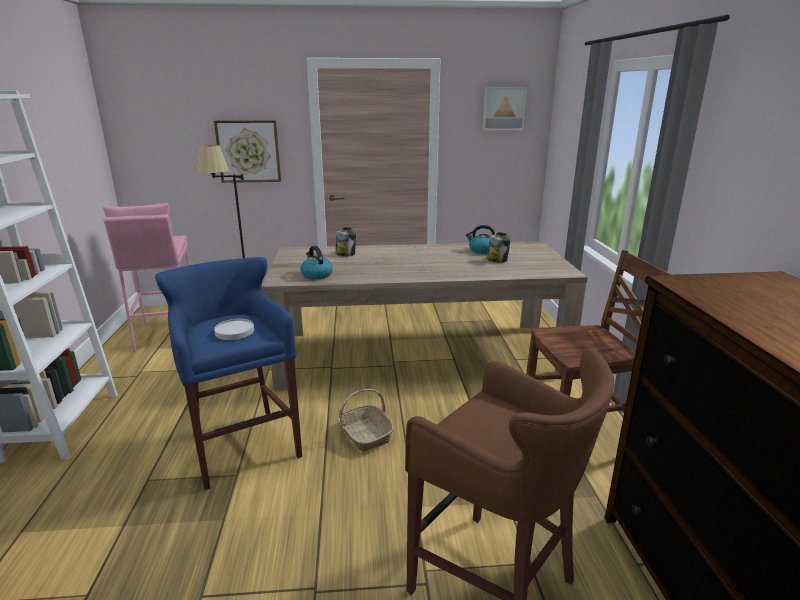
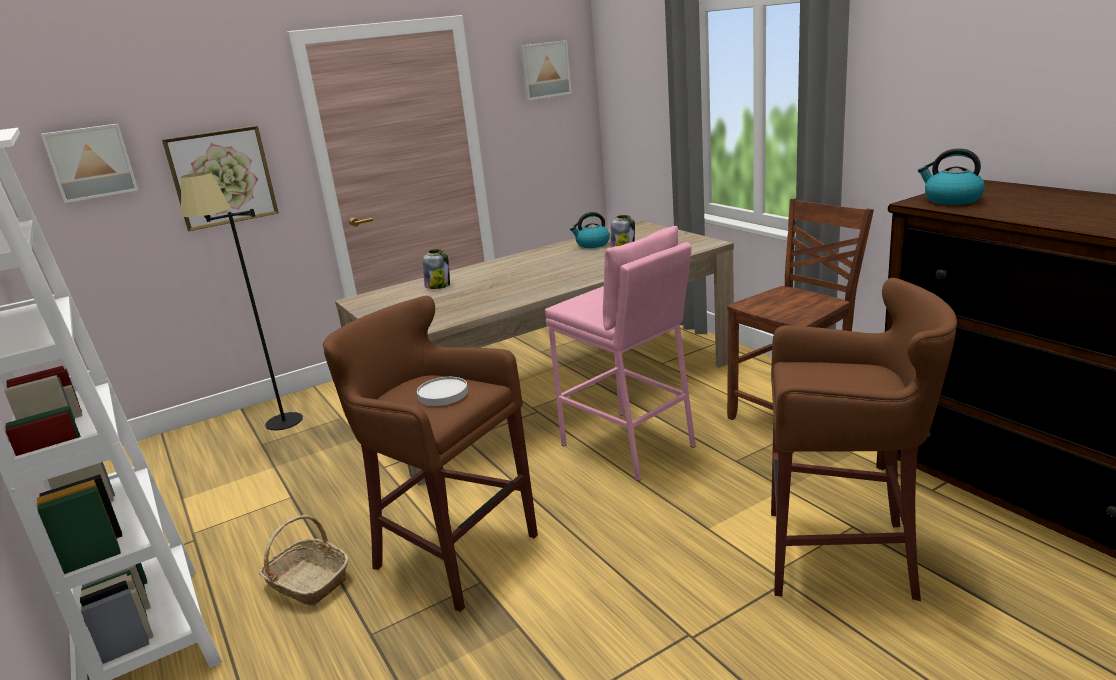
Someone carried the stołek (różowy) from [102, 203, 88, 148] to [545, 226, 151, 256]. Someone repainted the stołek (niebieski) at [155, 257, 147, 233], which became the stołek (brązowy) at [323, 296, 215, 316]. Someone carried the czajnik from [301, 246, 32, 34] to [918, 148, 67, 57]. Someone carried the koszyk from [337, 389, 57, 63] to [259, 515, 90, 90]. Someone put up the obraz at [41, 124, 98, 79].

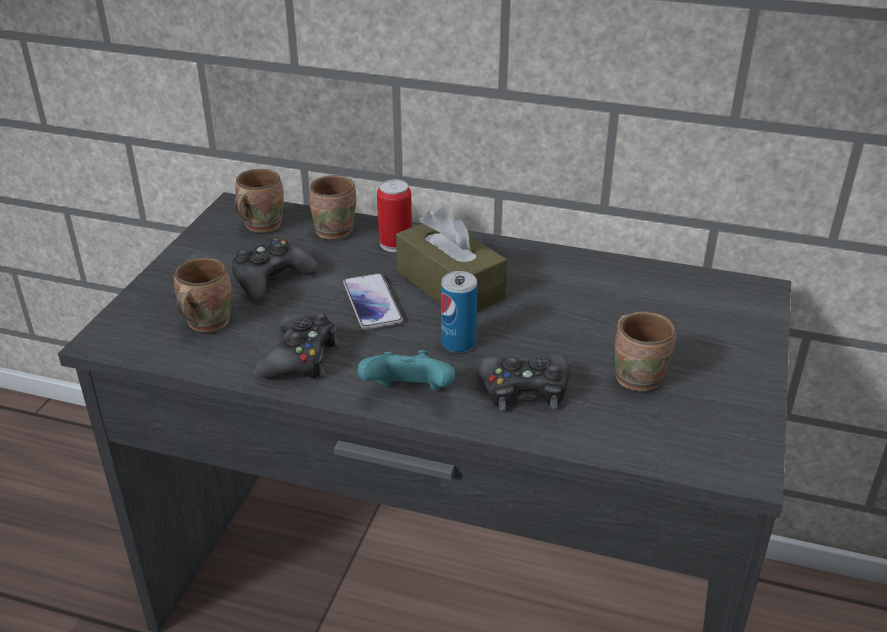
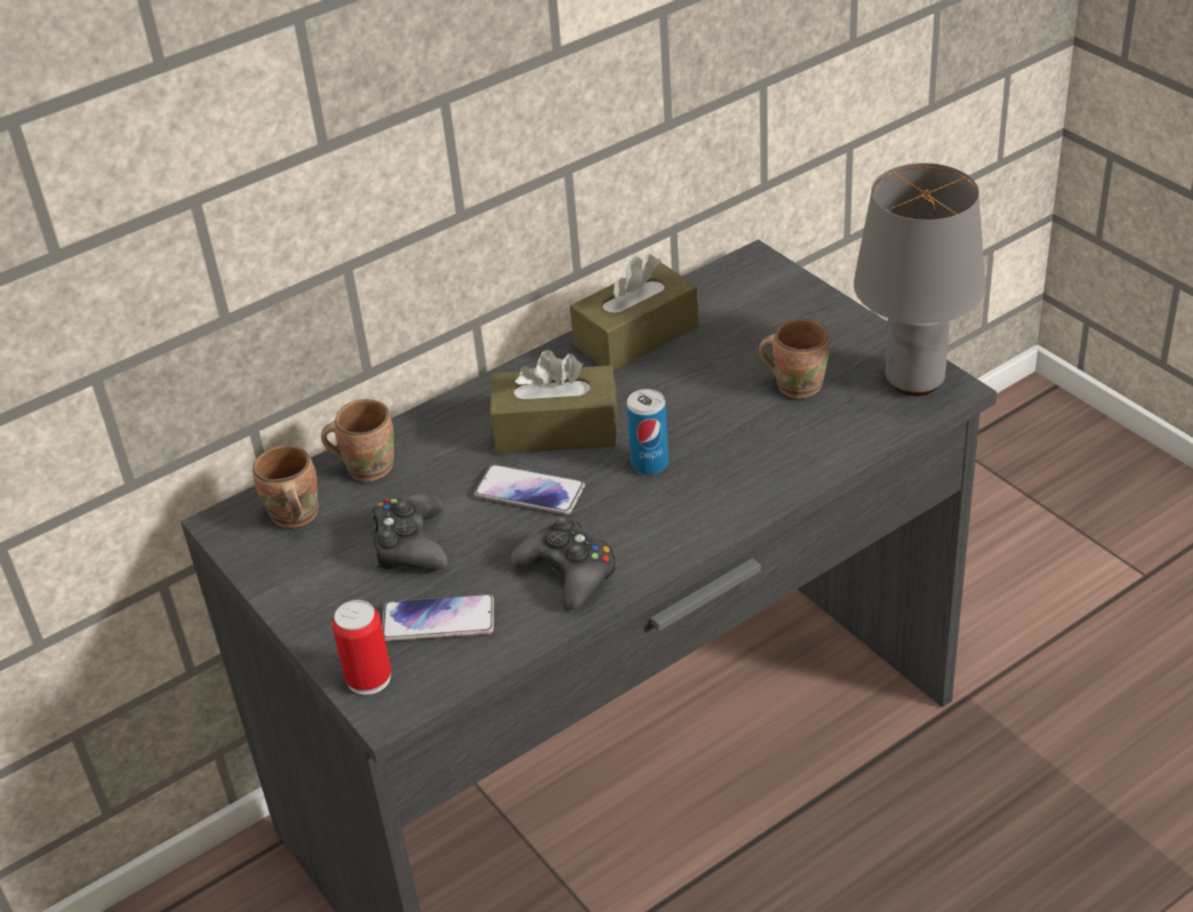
Someone swapped the kubek (brązowy) at [174, 258, 57, 74] for the telefon at [382, 594, 112, 47]. Someone took away the pad do gier (turkusowy) at [357, 350, 98, 40]. Someone carried the puszka from [377, 179, 35, 73] to [332, 600, 59, 95]. Someone took away the pad do gier (czarny) at [476, 354, 93, 56]. Someone put down the pudełko chusteczek (brązowy) at [570, 254, 129, 117]. Someone put down the lampa stołowa (szary) at [854, 163, 131, 233].

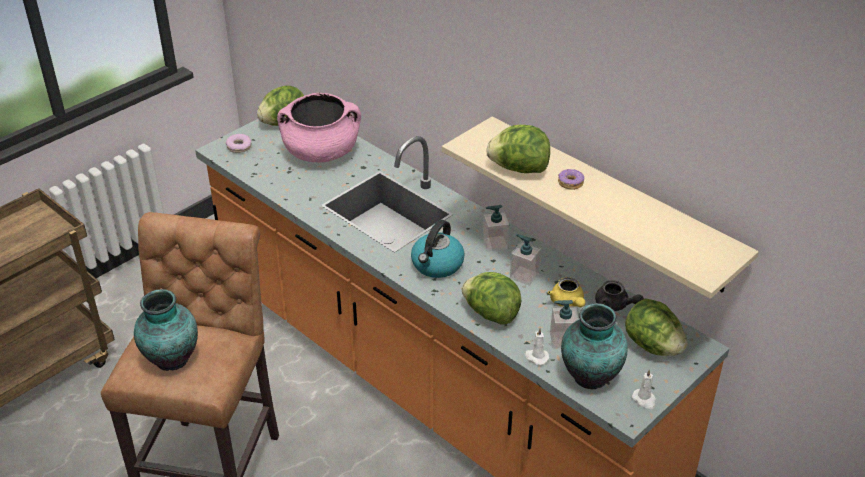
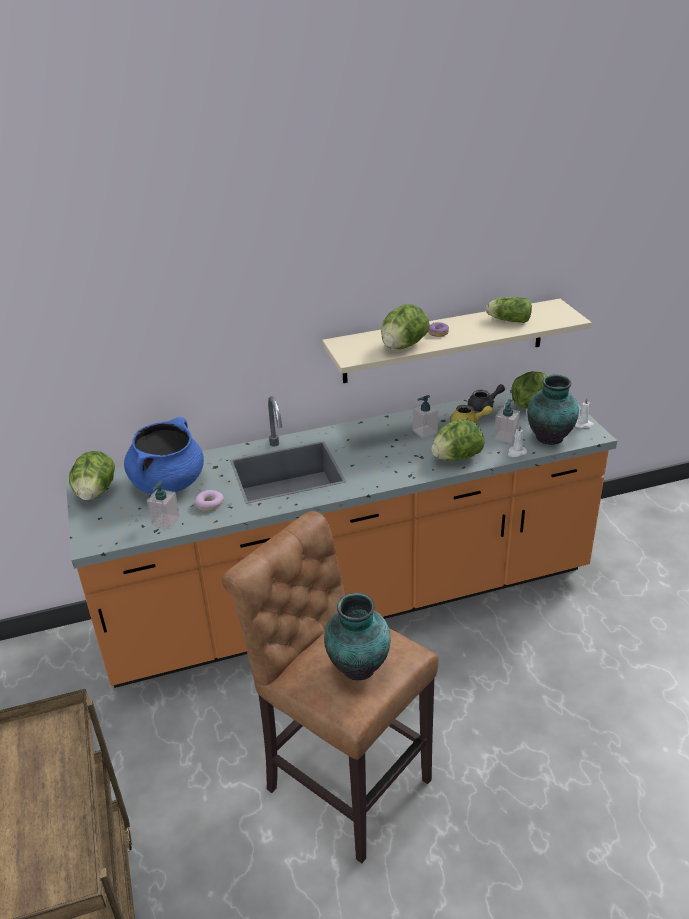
Someone carried the donut from [226, 134, 26, 19] to [195, 490, 29, 21]. Someone repainted the garnek (różowy) at [277, 93, 84, 69], which became the garnek (niebieski) at [124, 417, 80, 77]. Someone took away the czajnik at [411, 220, 54, 58]. Someone carried the dozownik mydła from [483, 205, 26, 46] to [147, 481, 33, 48]. Someone put down the sałata at [486, 297, 46, 26].

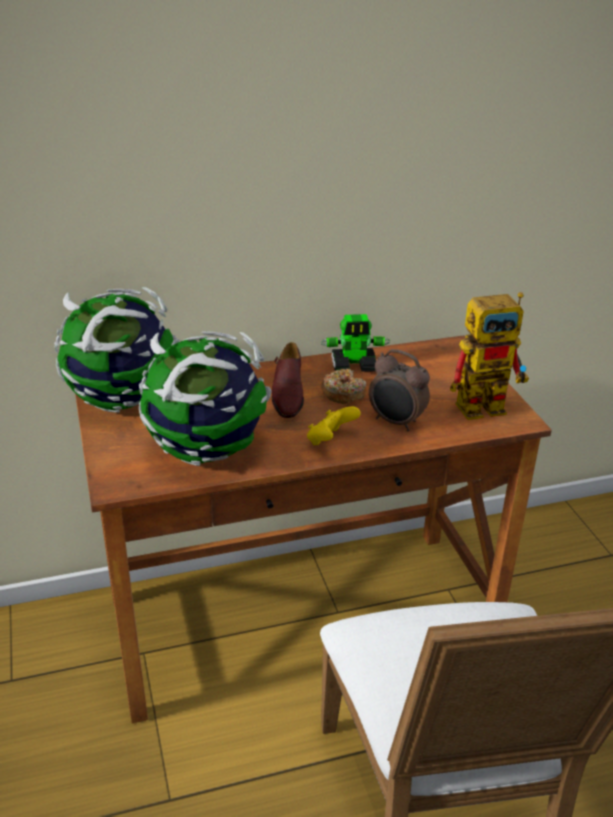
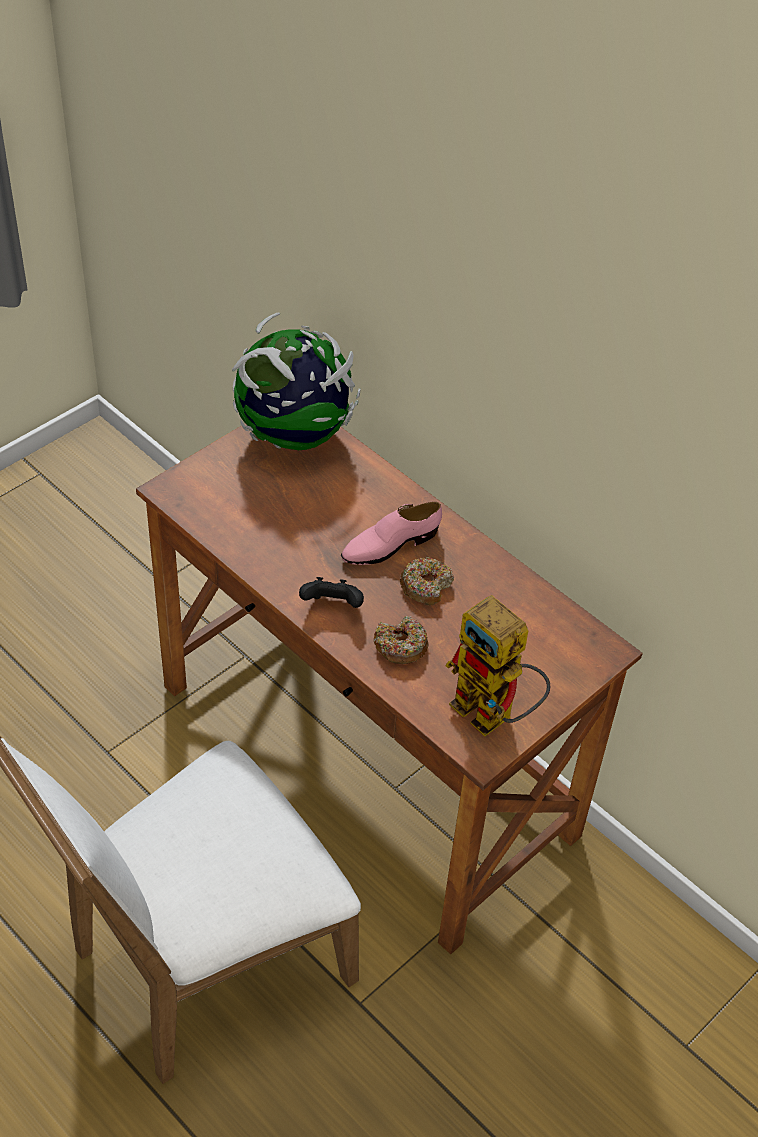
Someone took away the globus at [139, 331, 133, 135]. Someone repainted the but (brązowy) at [272, 342, 32, 76], which became the but (różowy) at [341, 502, 101, 63]. Someone repainted the pad do gier (żółty) at [307, 406, 54, 39], which became the pad do gier (czarny) at [299, 577, 65, 31]. Someone took away the robot zabawkowy at [321, 314, 69, 57]. Someone swapped the budzik at [369, 349, 61, 82] for the donut at [374, 616, 55, 48].

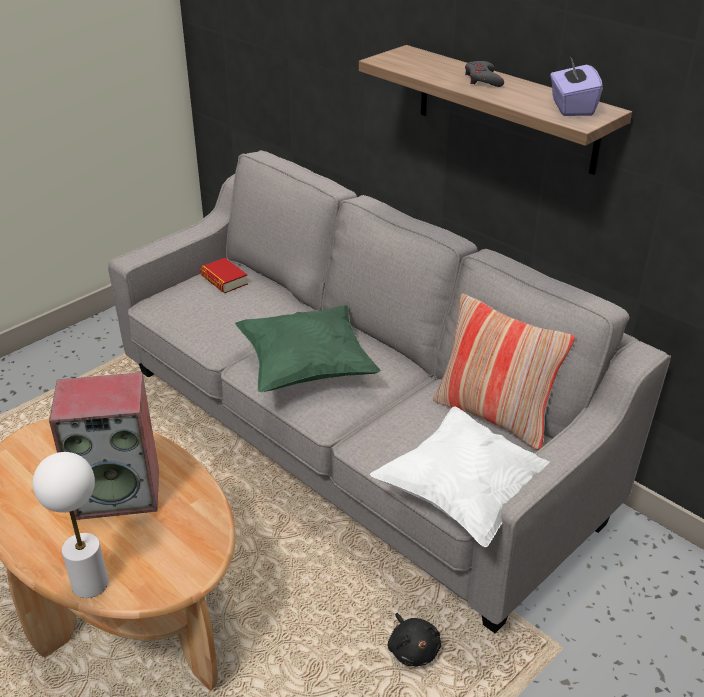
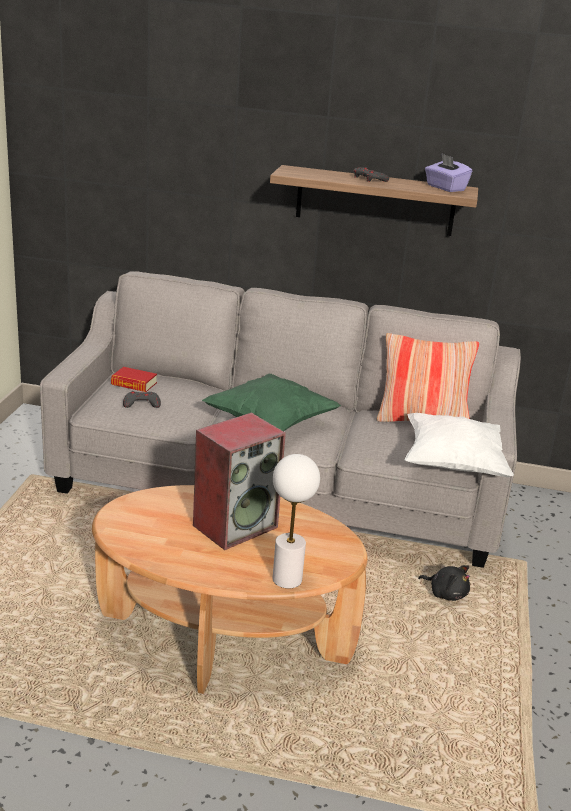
Someone put down the pad do gier (szary) at [123, 391, 38, 17].

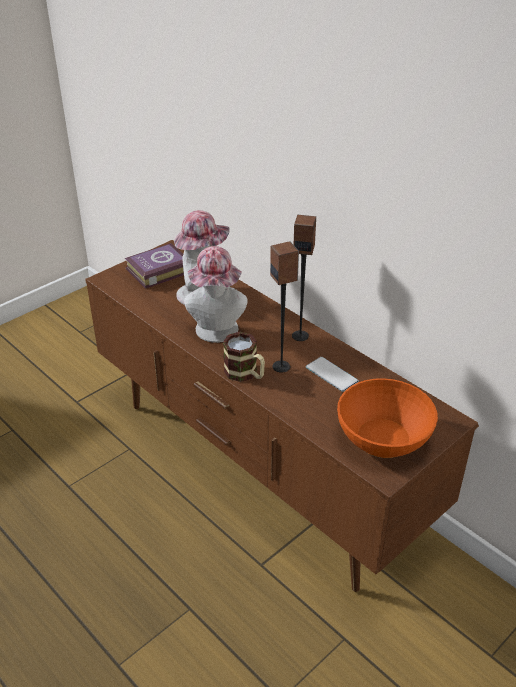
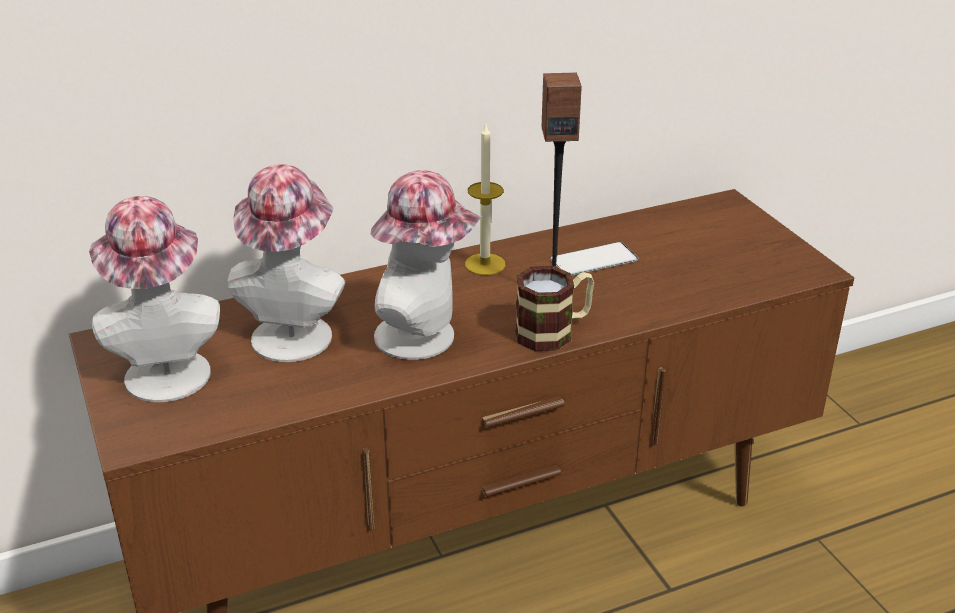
Someone swapped the książka at [125, 243, 59, 46] for the kapelusz at [89, 196, 131, 206]. Someone swapped the głośnik at [292, 215, 24, 126] for the świeca at [465, 122, 40, 153]. Someone took away the miska (pomarańczowy) at [337, 378, 101, 80].

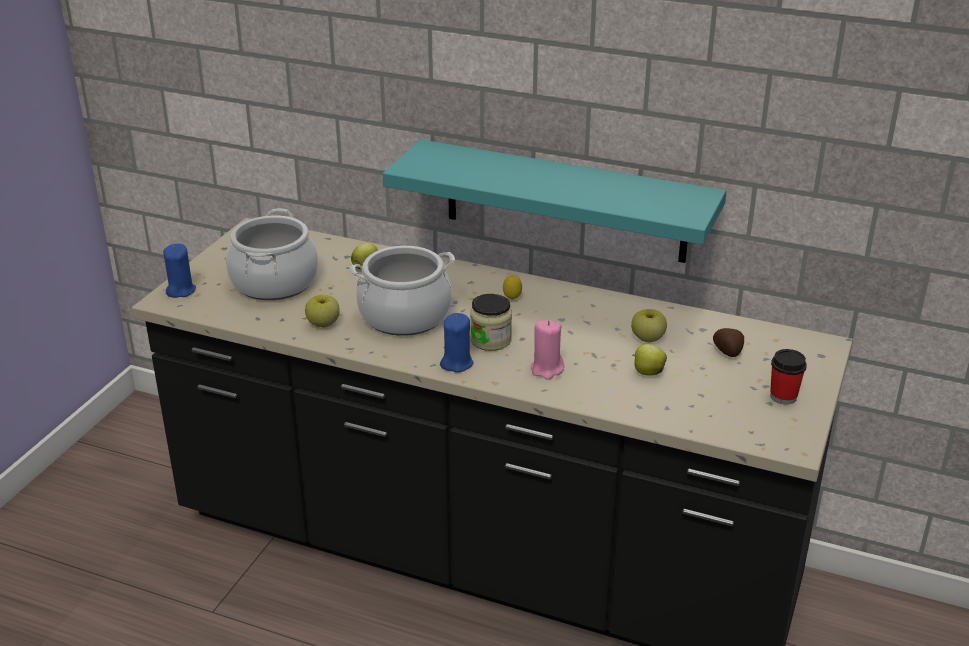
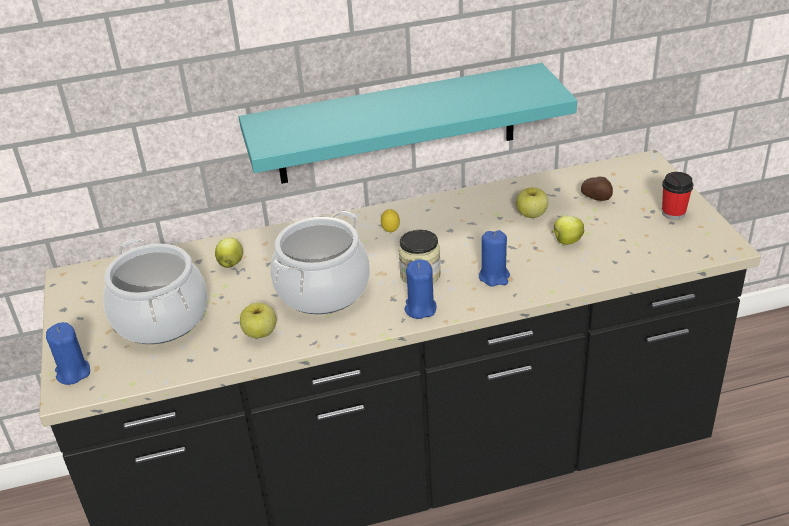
Someone repainted the świeca (różowy) at [531, 320, 33, 60], which became the świeca (niebieski) at [479, 230, 31, 57].

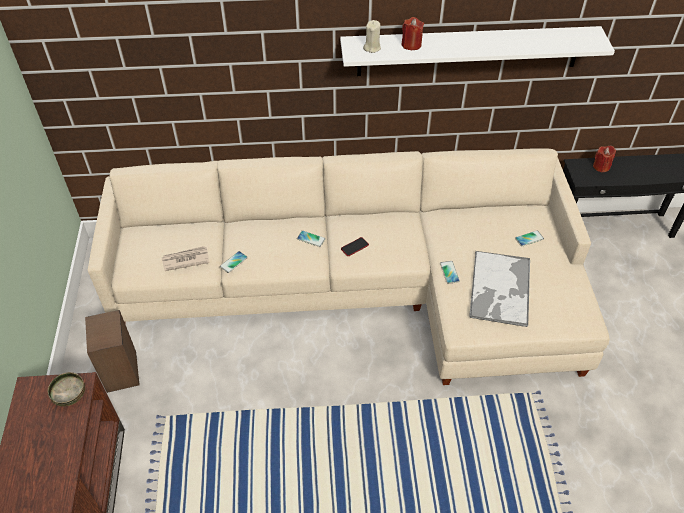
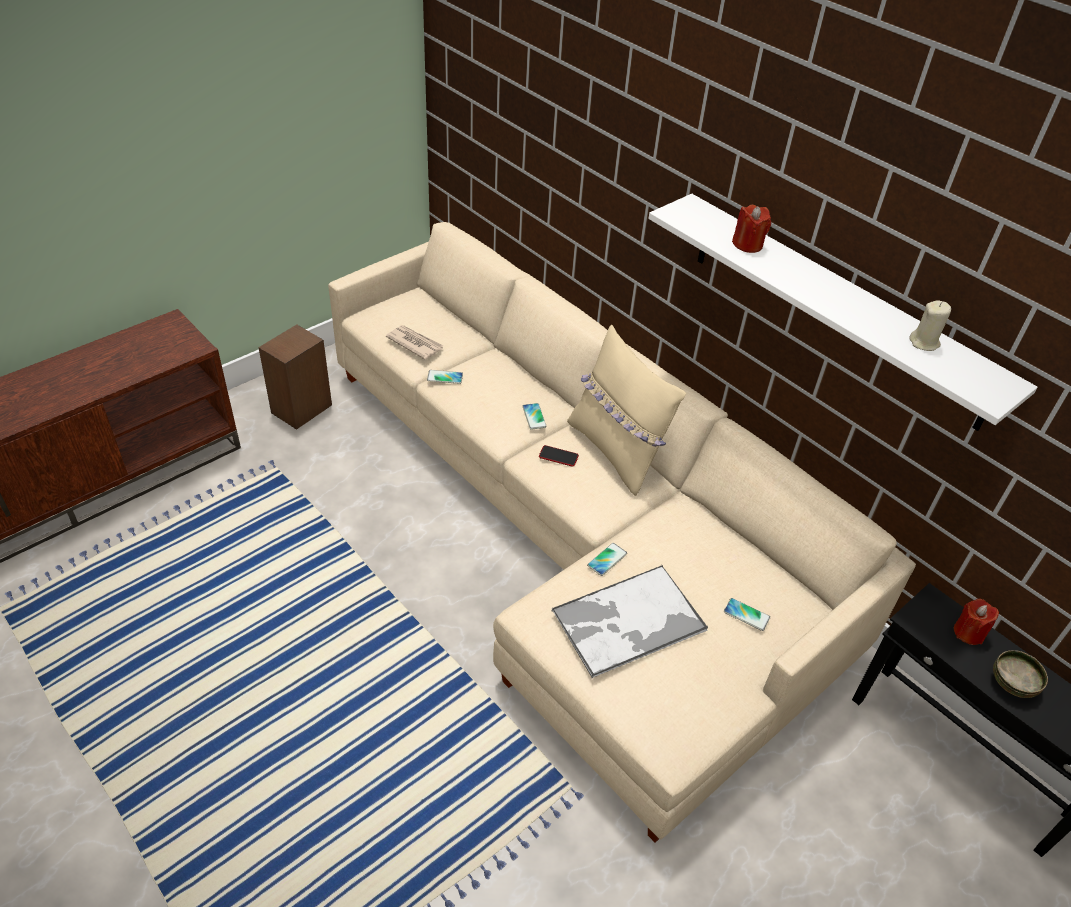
Someone carried the miska from [48, 372, 37, 34] to [993, 650, 55, 48]. Someone carried the świeca (beżowy) from [363, 20, 18, 33] to [909, 301, 42, 50]. Someone put down the poduszka (beżowy) at [567, 325, 119, 171].

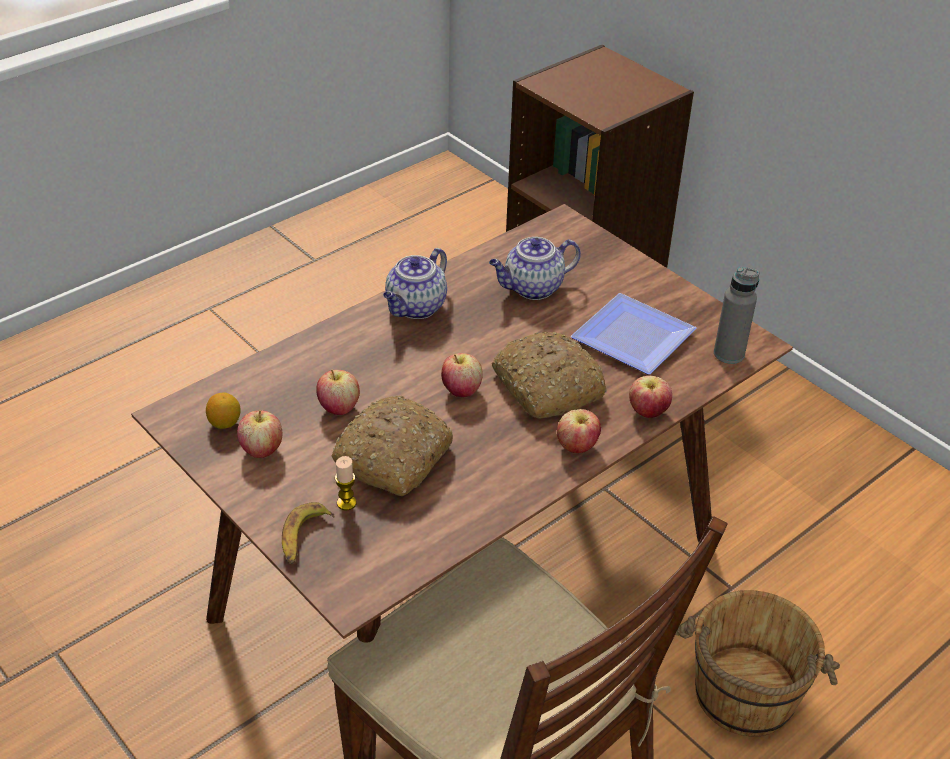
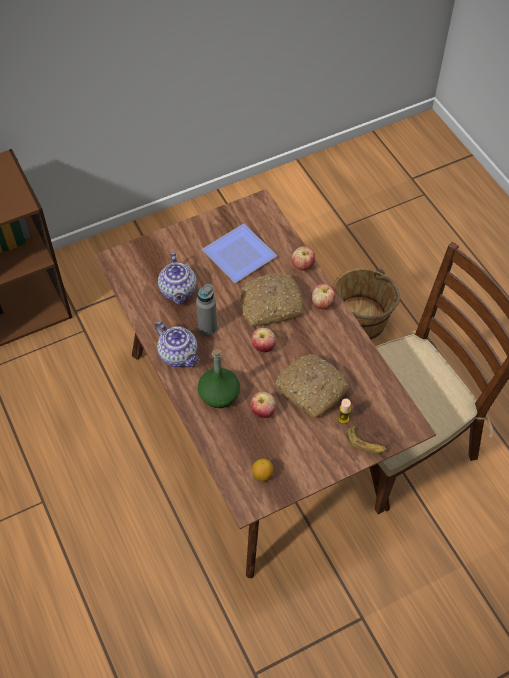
Someone took away the jabłko at [237, 410, 45, 48]. Someone carried the butelka (szary) from [714, 267, 45, 97] to [196, 284, 21, 51]. Someone put down the butelka (zielony) at [198, 349, 42, 59].

